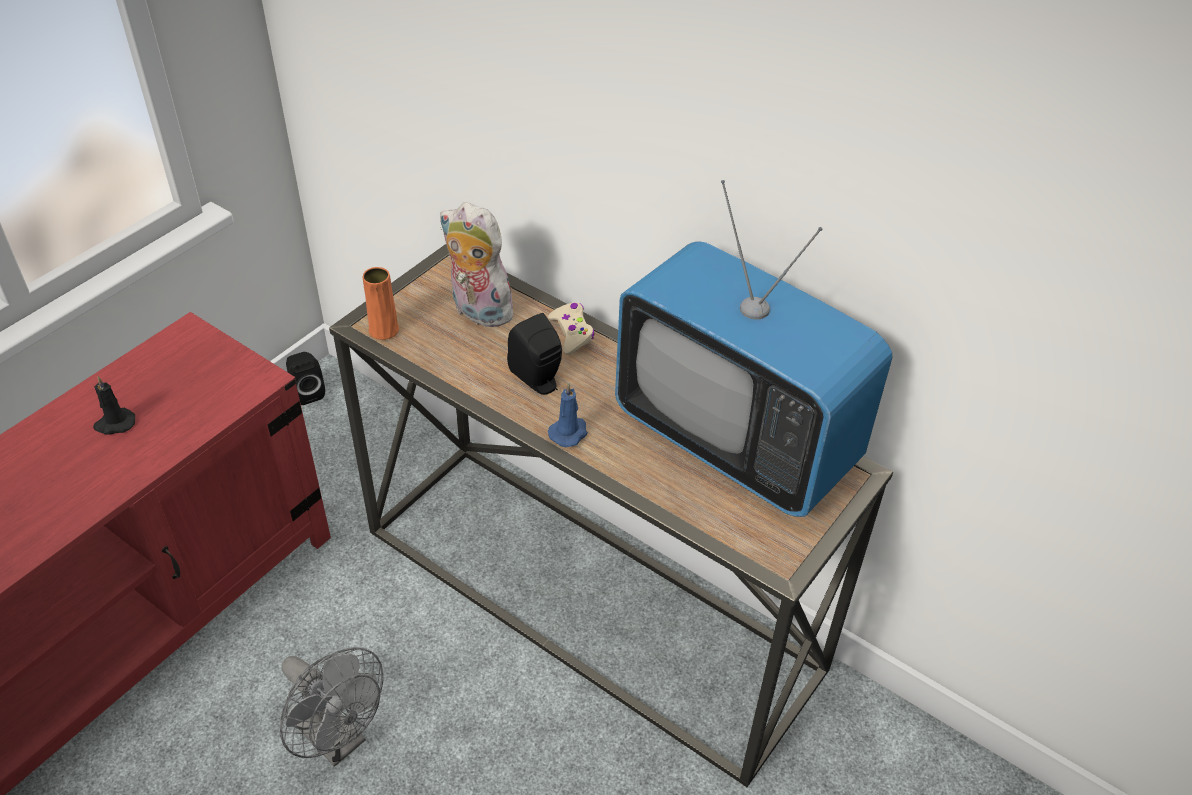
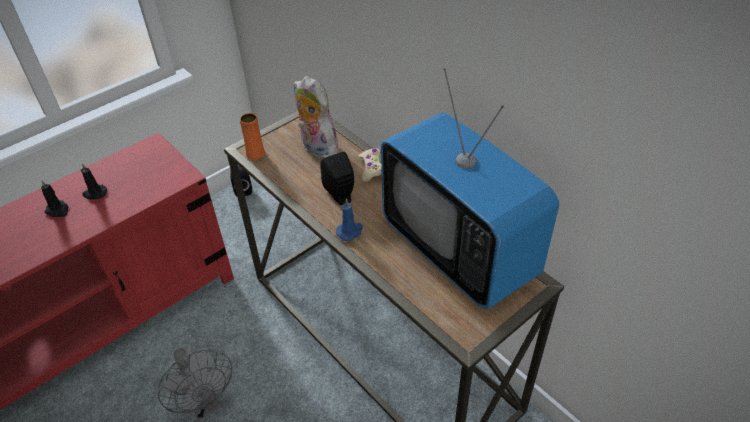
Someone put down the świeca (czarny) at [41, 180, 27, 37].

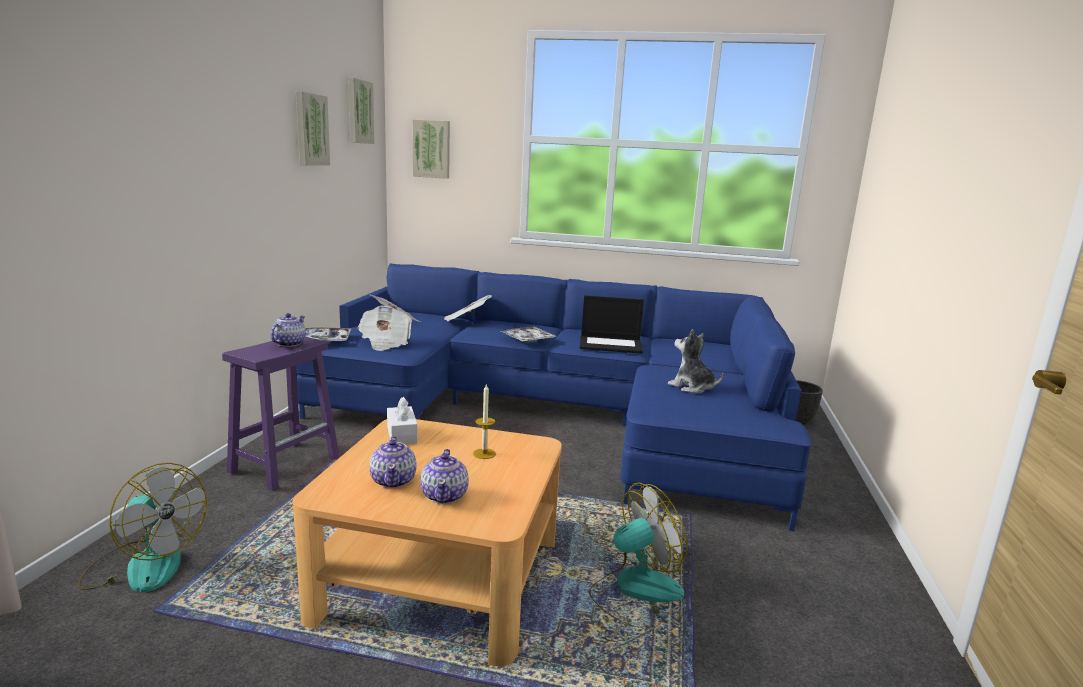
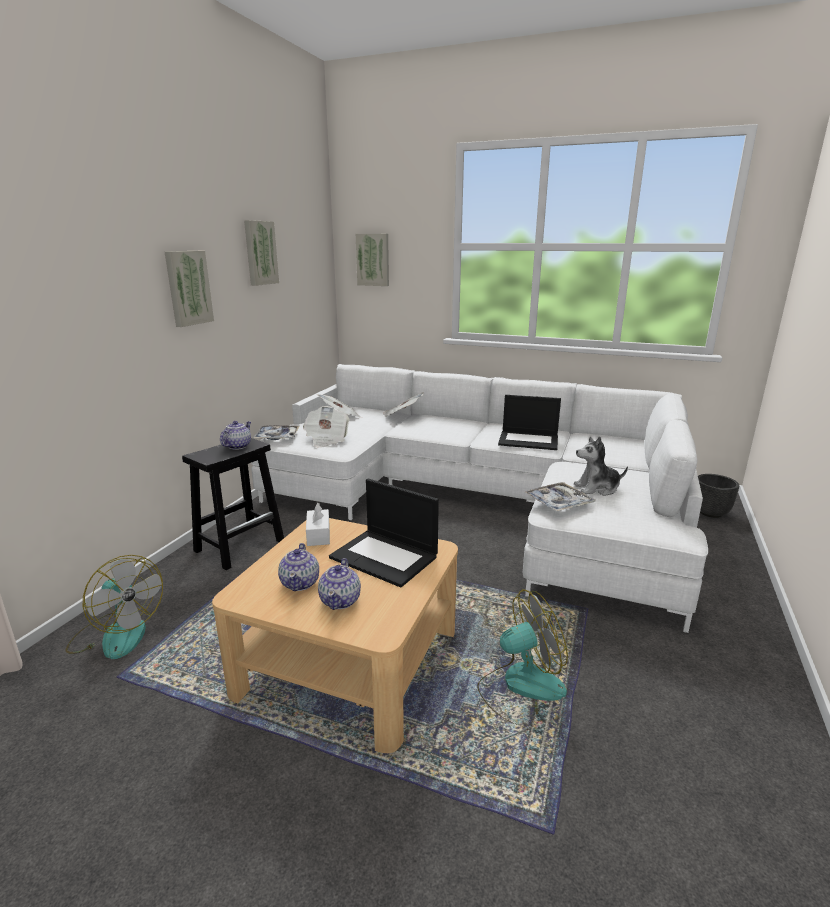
Someone repainted the stołek (fioletowy) at [222, 337, 118, 154], which became the stołek (czarny) at [182, 438, 102, 132]. Someone repainted the kanapa (niebieski) at [296, 263, 516, 268], which became the kanapa (biały) at [251, 364, 457, 269]. Someone carried the obraz from [348, 78, 26, 66] to [164, 251, 50, 76]. Someone swapped the świeca at [473, 383, 23, 76] for the laptop at [329, 478, 110, 109]. Someone carried the taca from [500, 326, 56, 17] to [525, 482, 71, 30]. Someone rotated the pluszak at [668, 329, 56, 65] by 60 degrees counterclockwise.

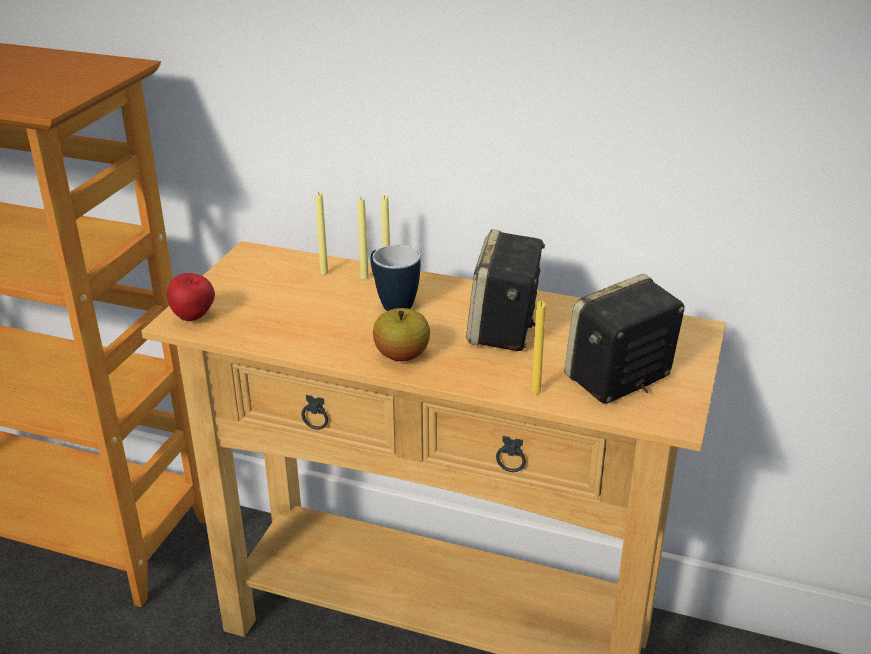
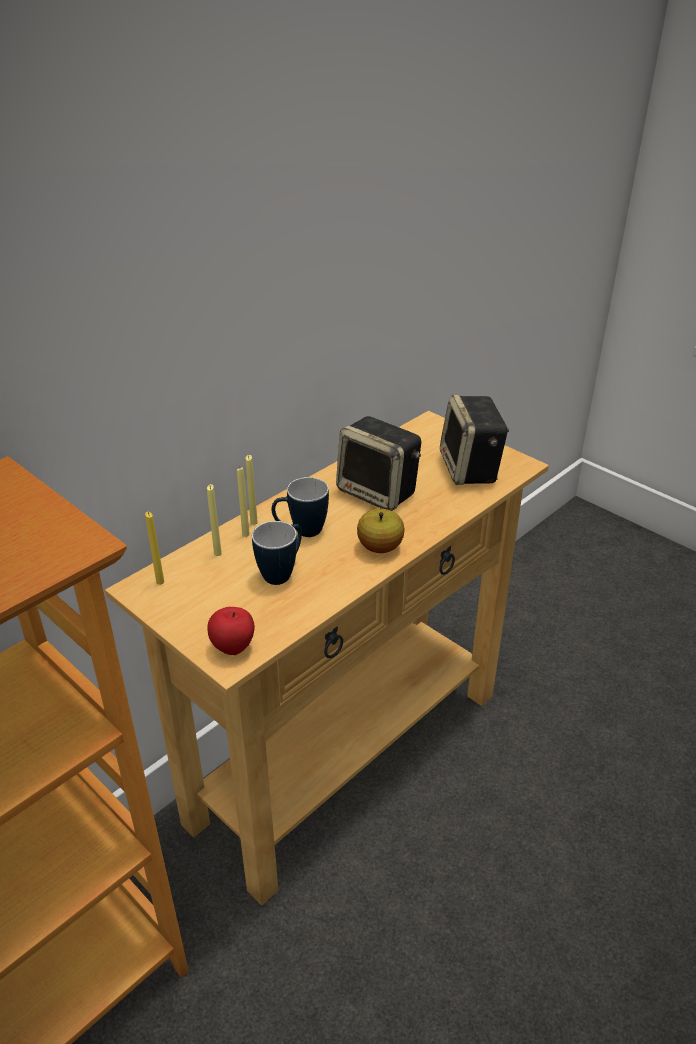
Someone carried the świeca (żółty) from [531, 301, 14, 94] to [145, 512, 19, 73]. Someone put down the kubek at [252, 521, 50, 64].

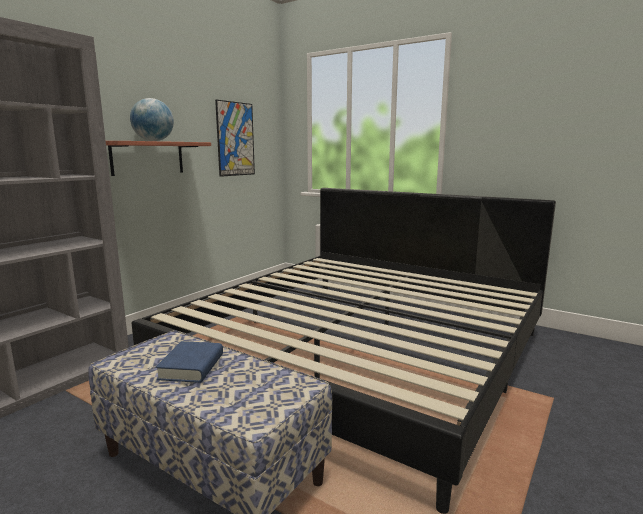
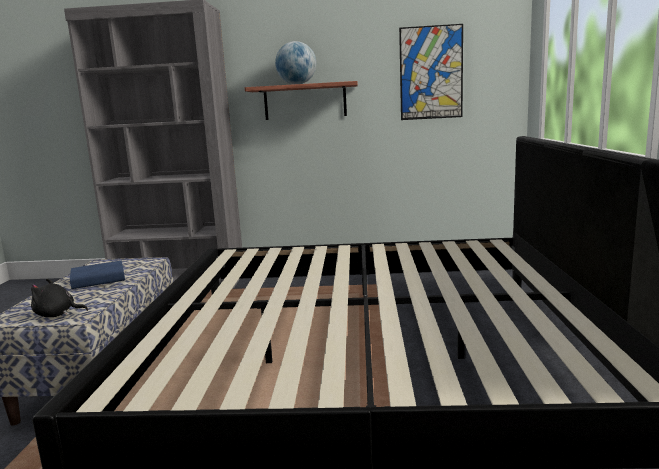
Someone put down the pluszak (czarny) at [31, 279, 57, 38].

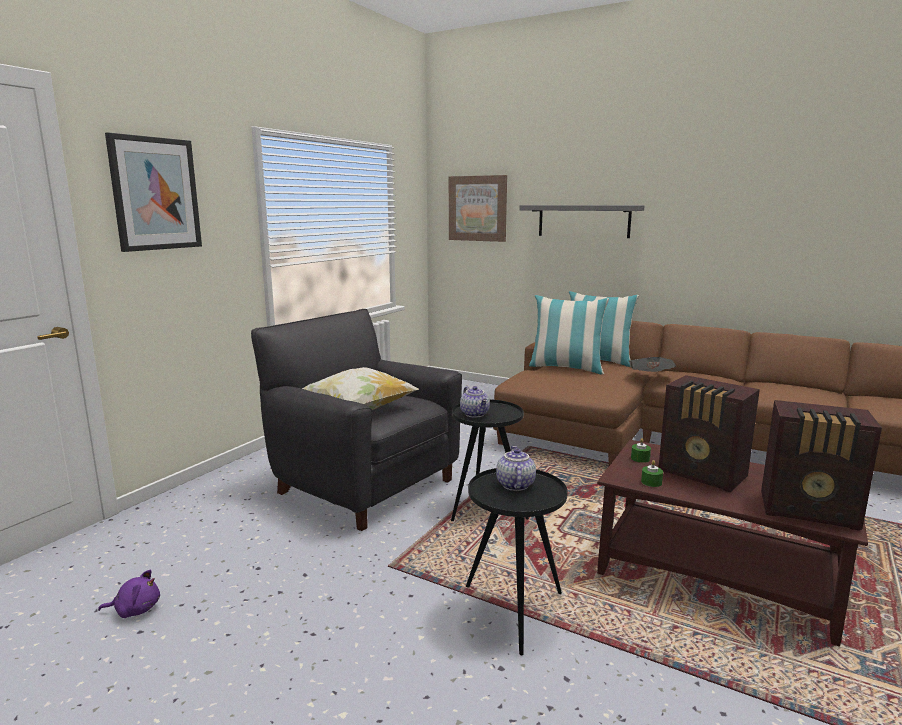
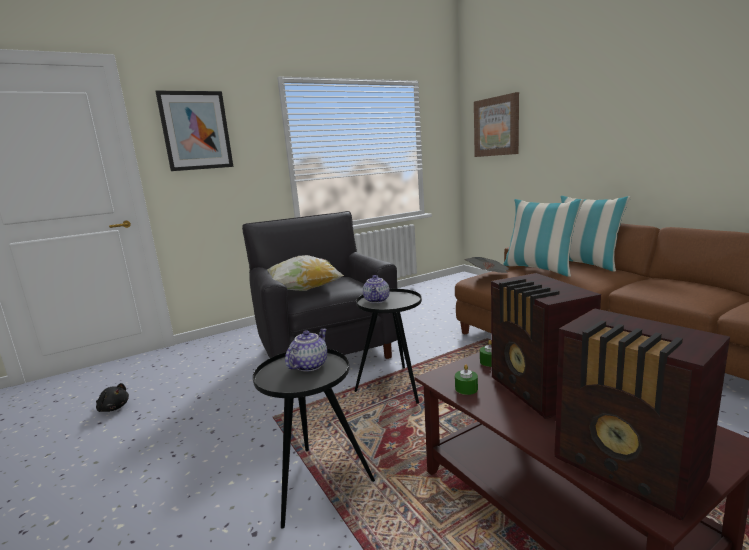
Someone repainted the pluszak (fioletowy) at [98, 570, 62, 48], which became the pluszak (czarny) at [96, 383, 33, 29]. Someone took away the półka (szary) at [519, 205, 125, 33]. Someone carried the gazeta from [629, 357, 47, 15] to [465, 257, 45, 16].

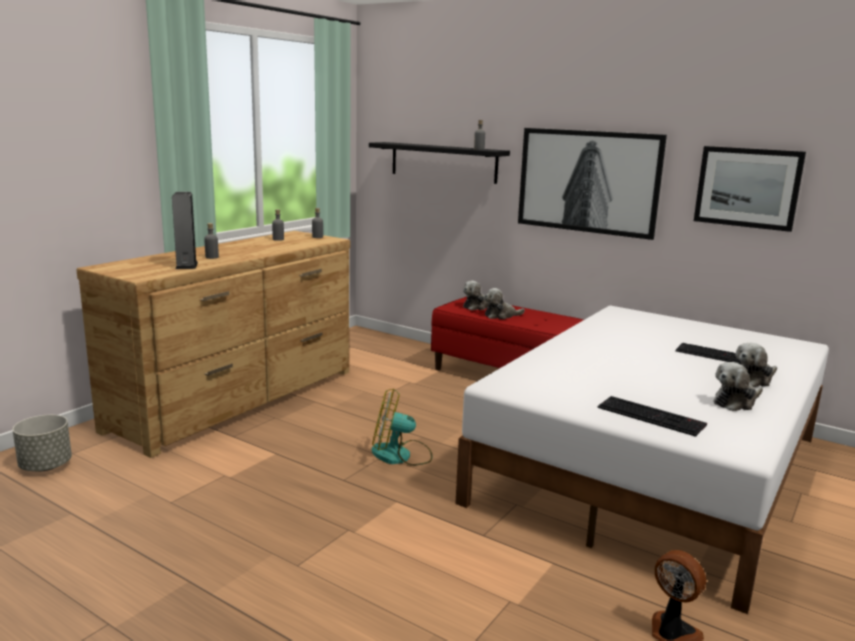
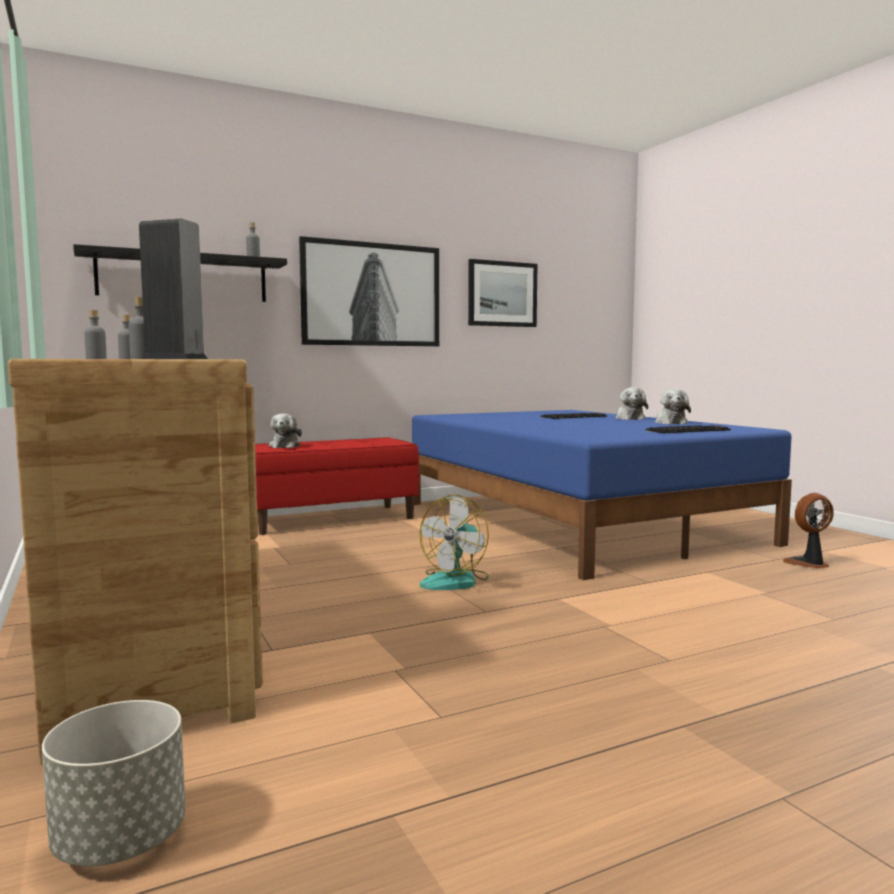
Someone repainted the łóżko (biały) at [455, 305, 374, 309], which became the łóżko (niebieski) at [412, 410, 380, 170]. Someone took away the pluszak at [484, 288, 41, 31].

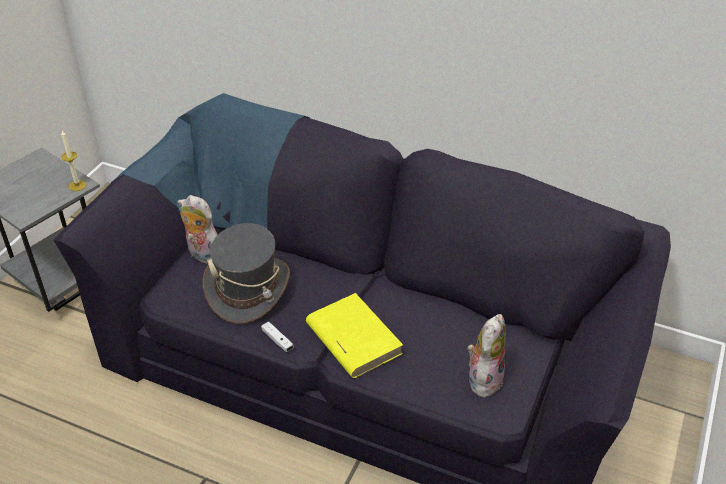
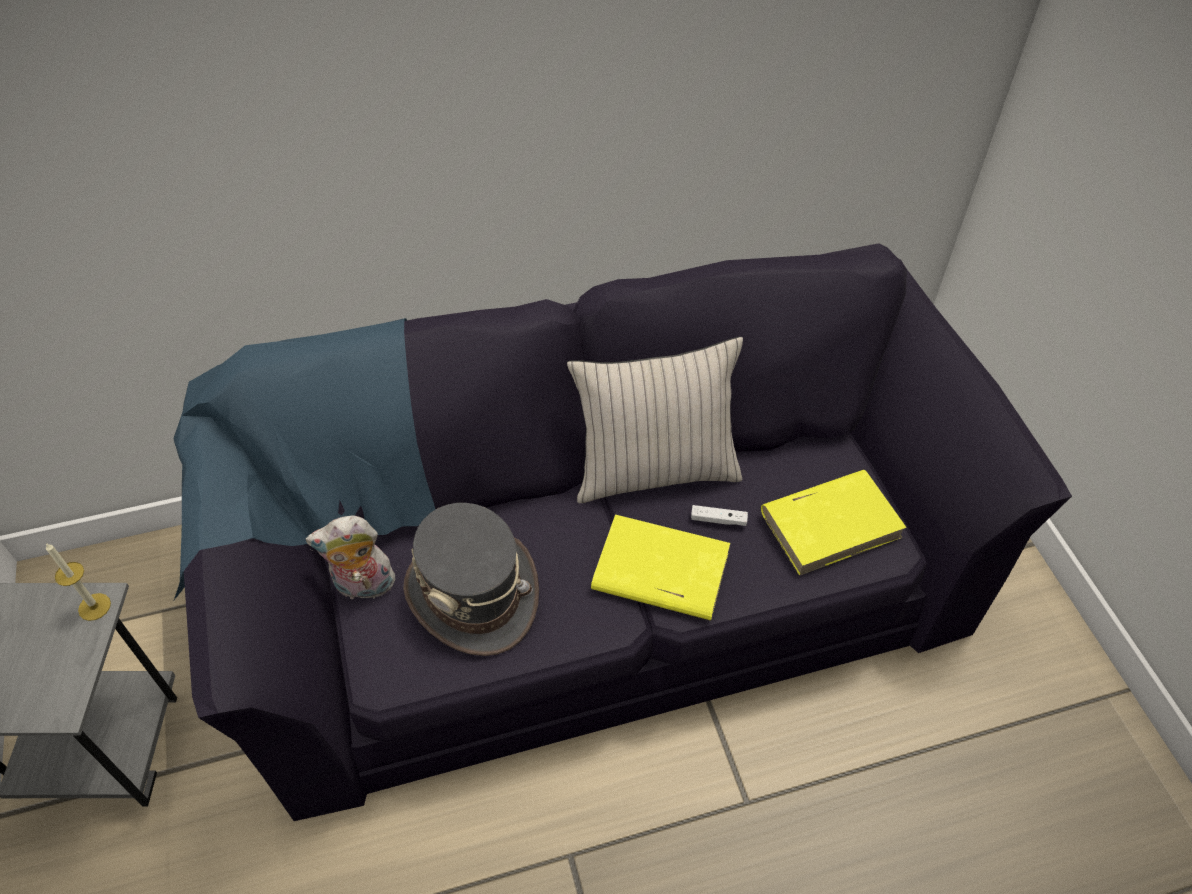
Someone carried the pad do gier (biały) from [261, 322, 33, 30] to [691, 505, 57, 21]. Someone swapped the pluszak at [468, 314, 38, 84] for the książka (żółty) at [761, 470, 146, 106]. Someone put down the poduszka (beżowy) at [567, 337, 176, 166].

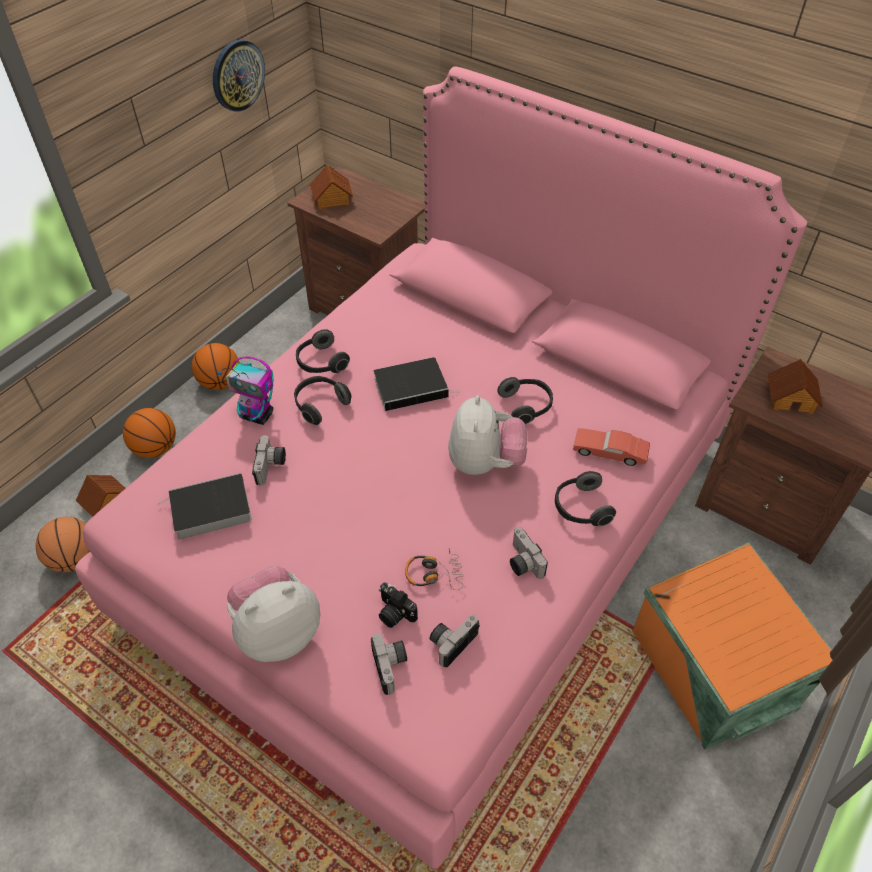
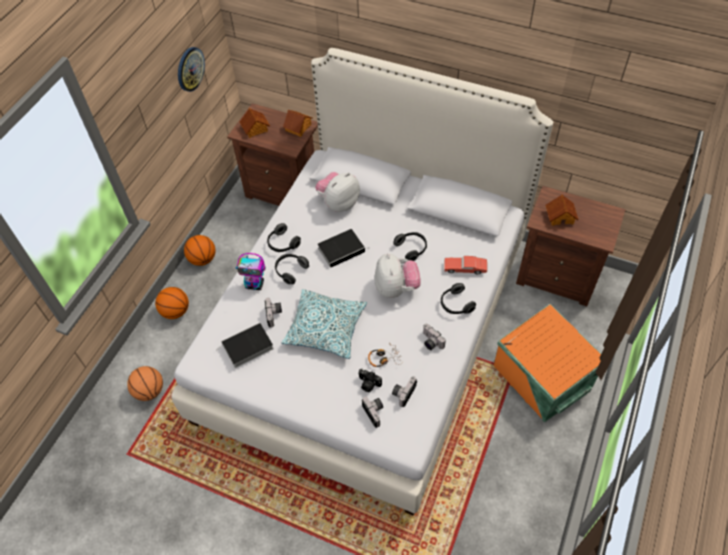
Someone repainted the łóżko (różowy) at [75, 67, 732, 803], which became the łóżko (biały) at [171, 48, 382, 468]. Someone carried the domek from [76, 475, 49, 42] to [283, 110, 30, 27]. Someone carried the pluszak from [227, 566, 94, 96] to [315, 172, 45, 40]. Someone put down the poduszka at [282, 289, 85, 70].

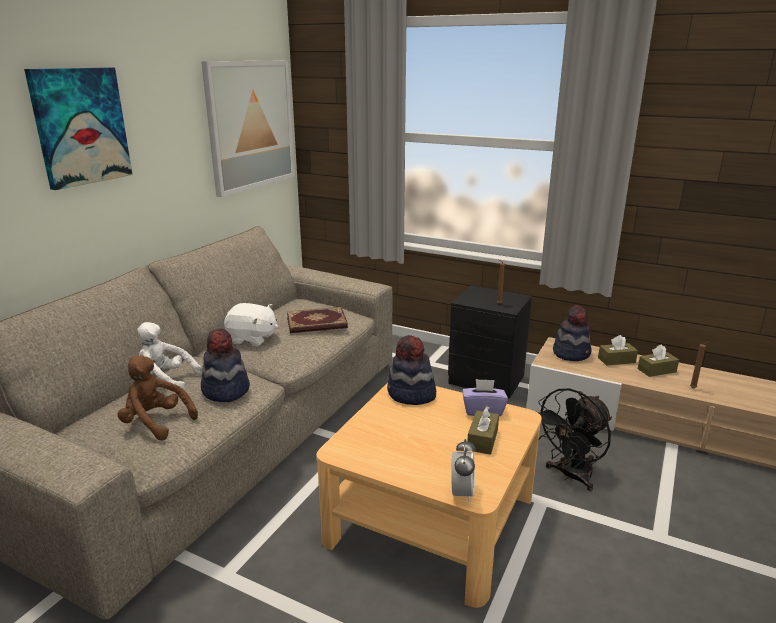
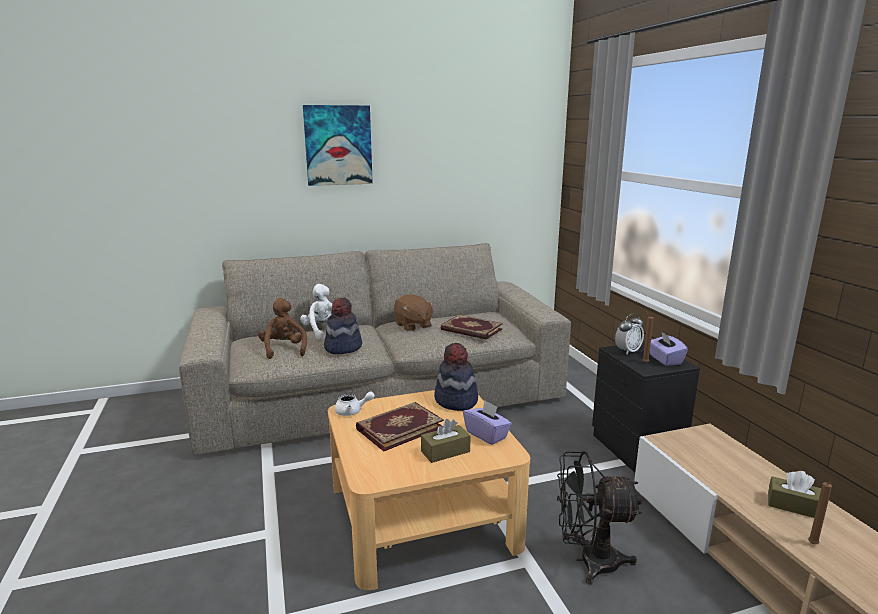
Someone took away the obraz at [201, 61, 94, 136]. Someone repainted the pluszak (biały) at [224, 303, 54, 43], which became the pluszak (brązowy) at [394, 294, 41, 37]. Someone carried the budzik from [451, 439, 25, 64] to [615, 313, 29, 42]. Someone took away the kapelusz at [553, 305, 39, 56]. Someone took away the pudełko chusteczek (brązowy) at [598, 335, 40, 31]. Someone put down the imbryk (biały) at [335, 391, 40, 25]. Someone put down the książka at [356, 402, 88, 50]. Someone put down the pudełko chusteczek (fioletowy) at [650, 331, 38, 35].

